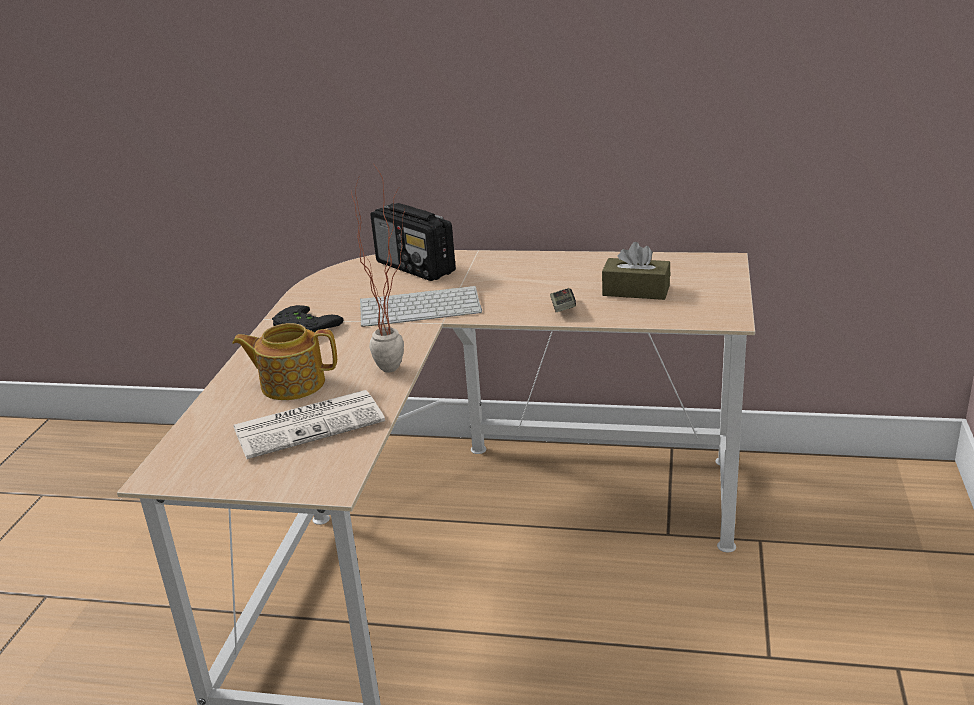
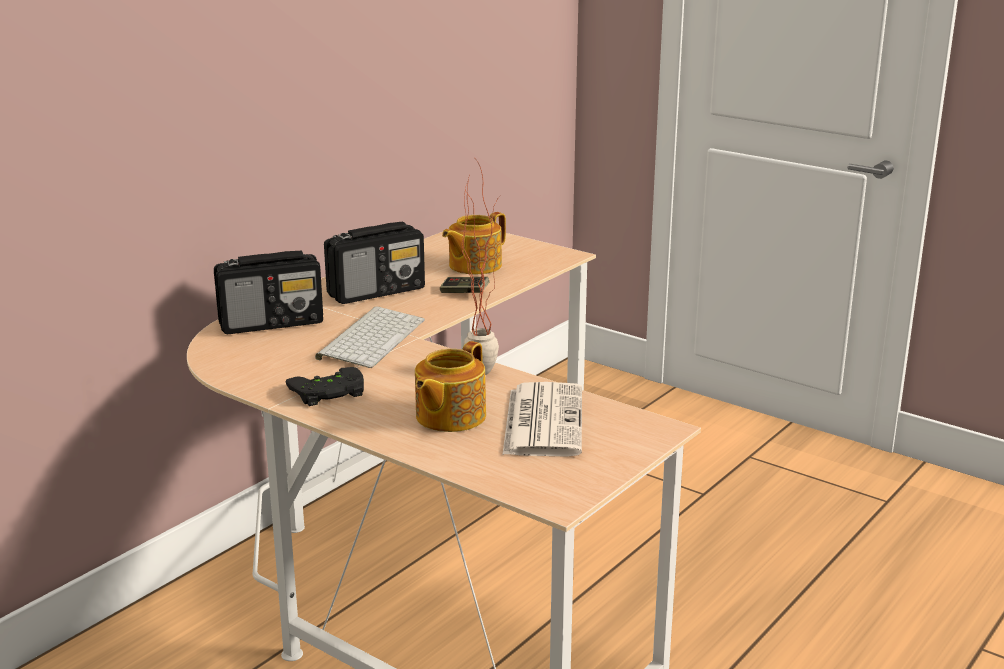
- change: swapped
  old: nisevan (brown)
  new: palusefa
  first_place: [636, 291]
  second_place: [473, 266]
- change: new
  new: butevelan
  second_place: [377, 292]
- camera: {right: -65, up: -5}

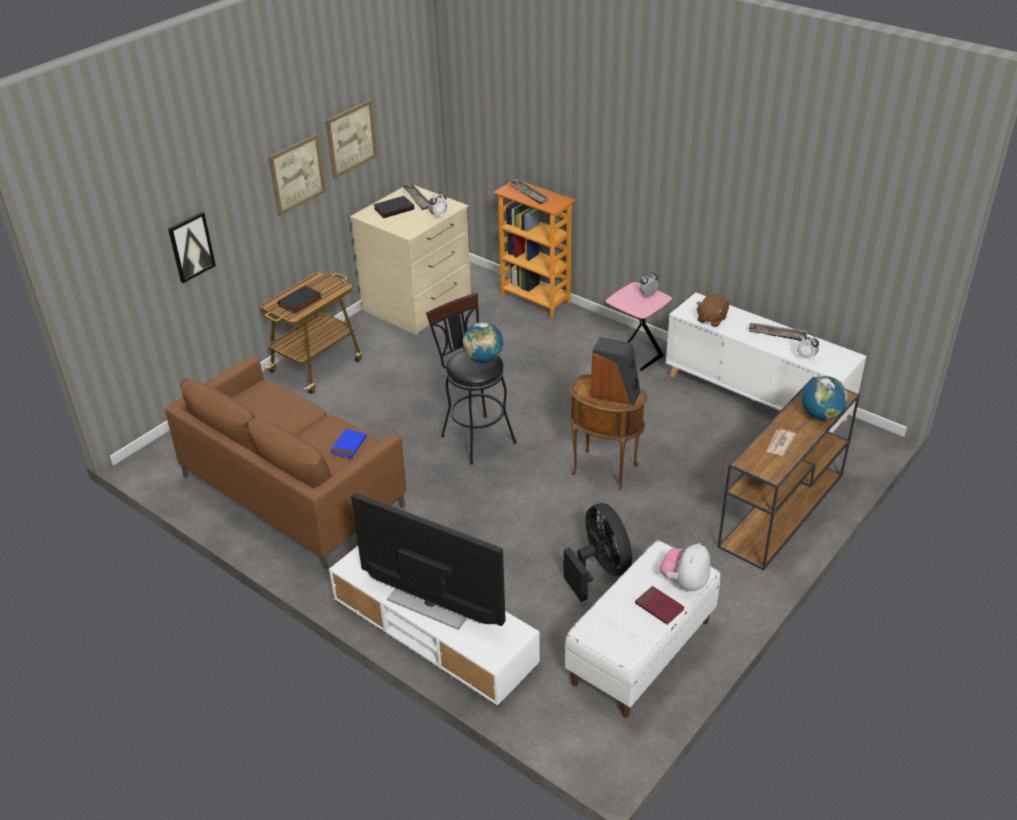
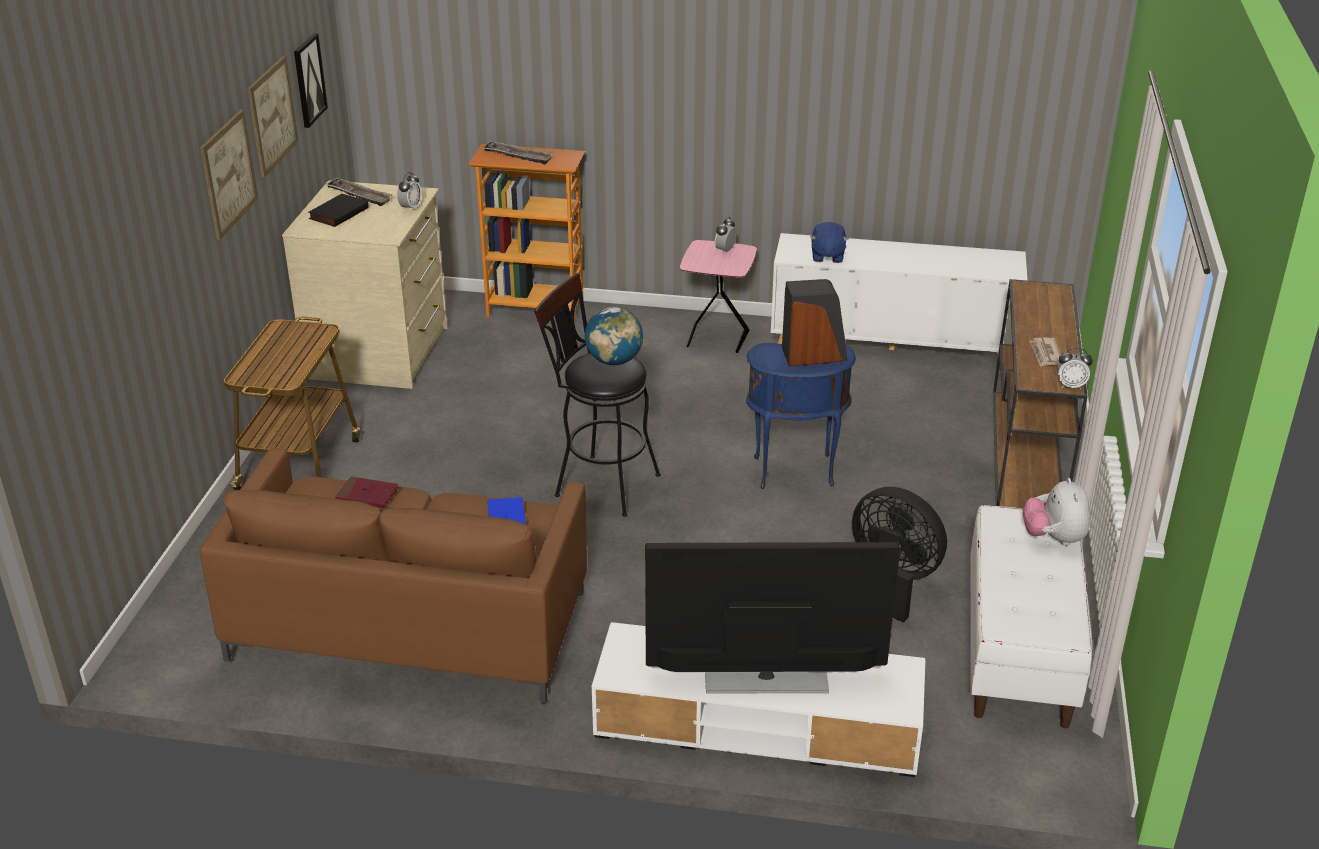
- change: shifted
  old: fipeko
  first_place: [191, 247]
  second_place: [308, 80]
- change: gone
  old: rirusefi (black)
  first_place: [300, 302]
- change: repainted
  old: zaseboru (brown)
  new: zaseboru (blue)
  first_place: [711, 319]
  second_place: [827, 256]
- change: gone
  old: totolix
  first_place: [777, 334]
- change: shifted
  old: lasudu
  first_place: [805, 357]
  second_place: [1070, 385]
- change: repainted
  old: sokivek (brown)
  new: sokivek (blue)
  first_place: [603, 471]
  second_place: [794, 473]
- change: gone
  old: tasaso
  first_place: [820, 415]
- change: shifted
  old: rirusefi (red)
  first_place: [659, 607]
  second_place: [367, 495]
- camera: {right: -30, up: -5}

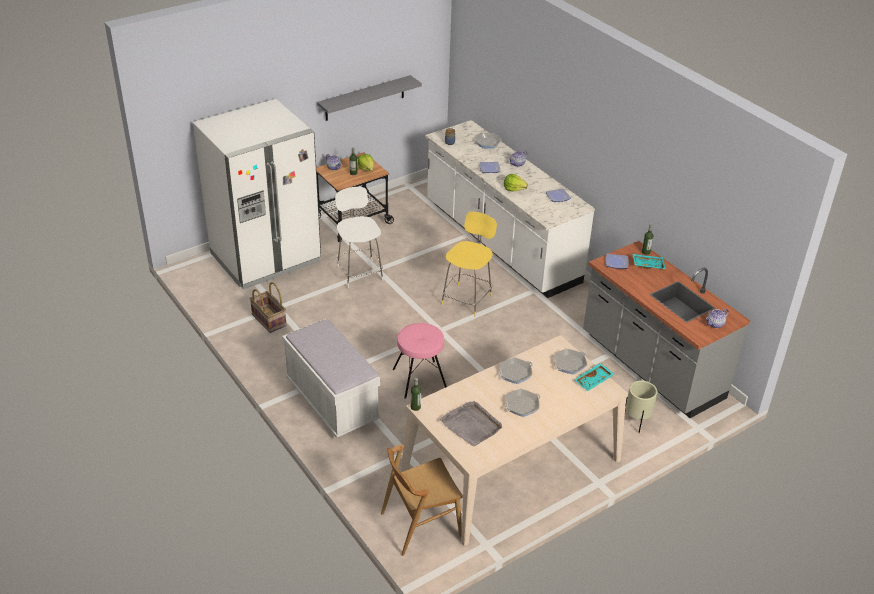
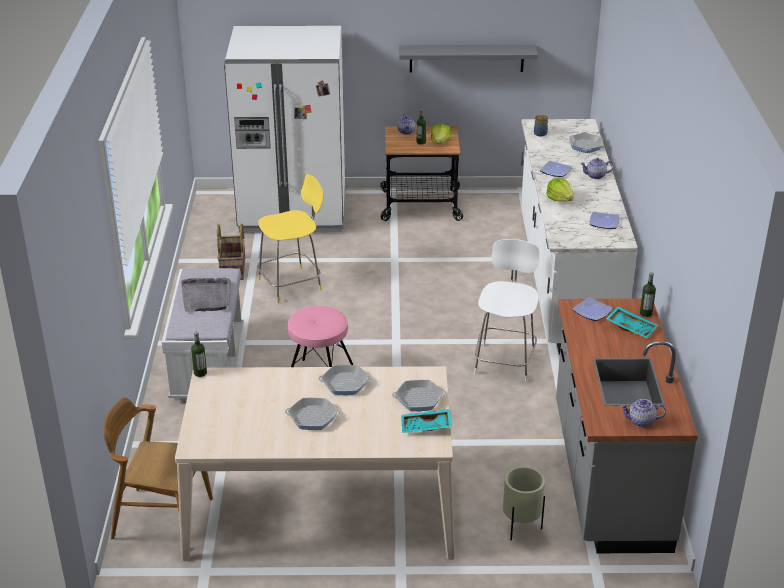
- change: shifted
  old: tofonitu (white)
  first_place: [359, 272]
  second_place: [505, 360]
- change: shifted
  old: tofonitu (yellow)
  first_place: [467, 298]
  second_place: [292, 284]
- change: shifted
  old: totolix (grey)
  first_place: [471, 425]
  second_place: [206, 297]
- camera: {right: 35, up: -5}

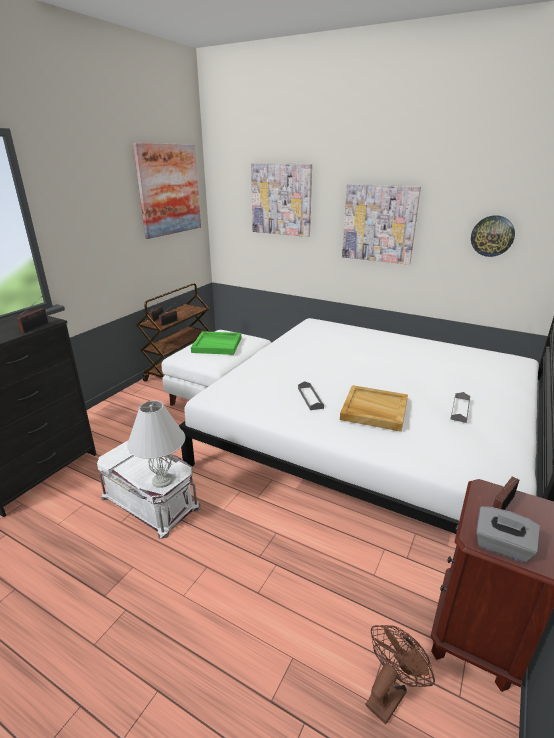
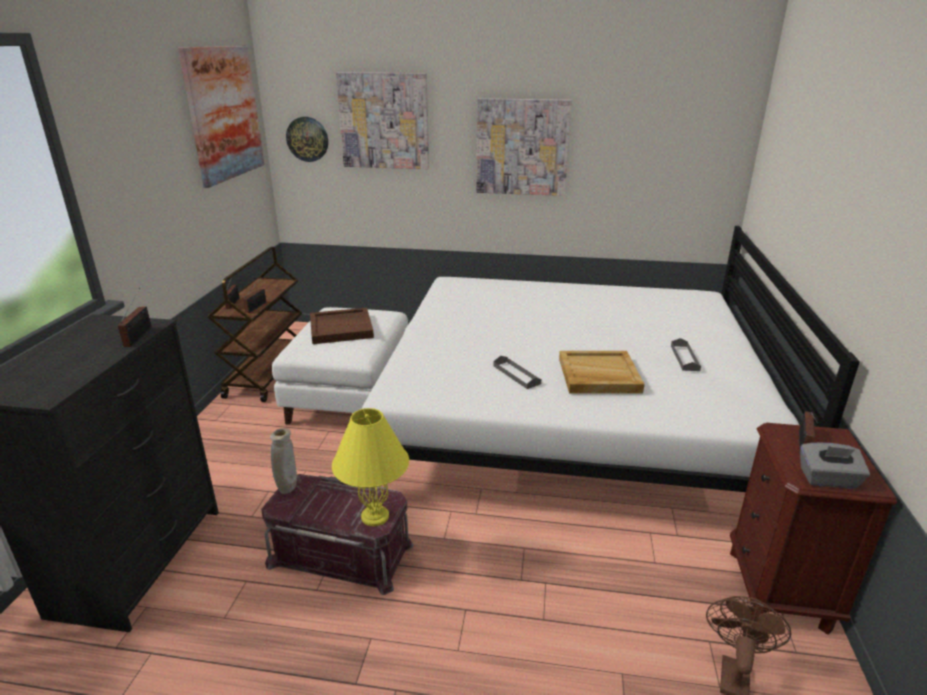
- change: shifted
  old: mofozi
  first_place: [492, 236]
  second_place: [307, 139]
- change: repainted
  old: totolix (green)
  new: totolix (brown)
  first_place: [217, 345]
  second_place: [341, 328]
- change: repainted
  old: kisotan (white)
  new: kisotan (yellow)
  first_place: [162, 481]
  second_place: [374, 517]
- change: repainted
  old: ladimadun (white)
  new: ladimadun (red)
  first_place: [151, 501]
  second_place: [341, 552]
- change: new
  new: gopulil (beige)
  second_place: [287, 489]
- camera: {right: -20, up: 0}

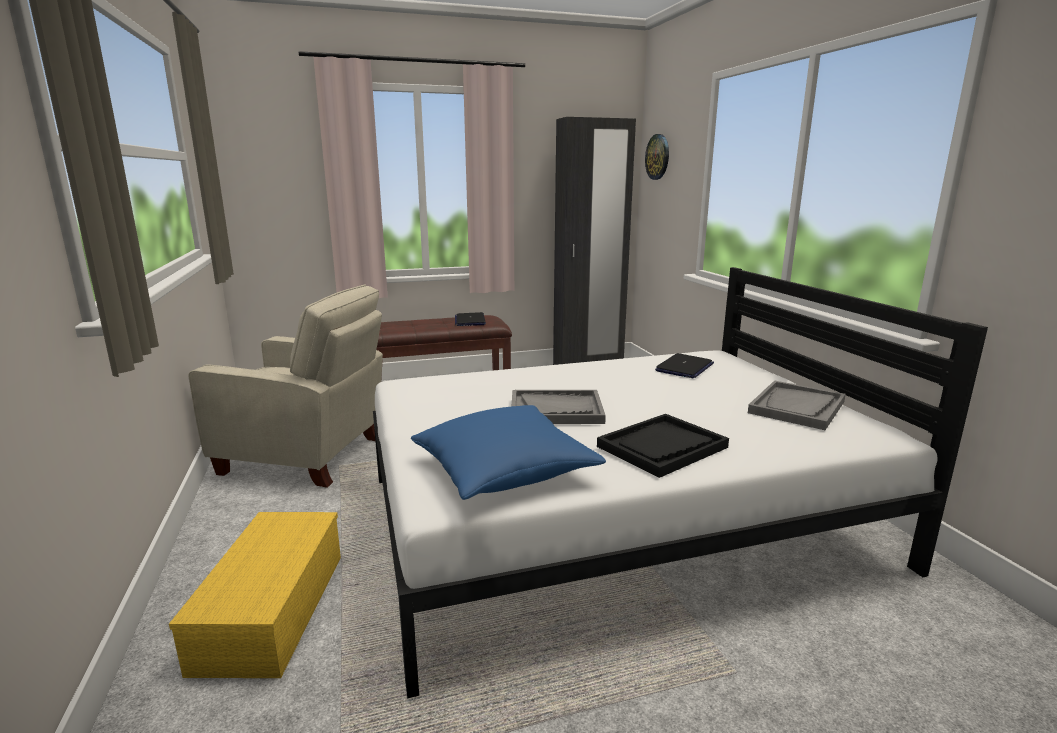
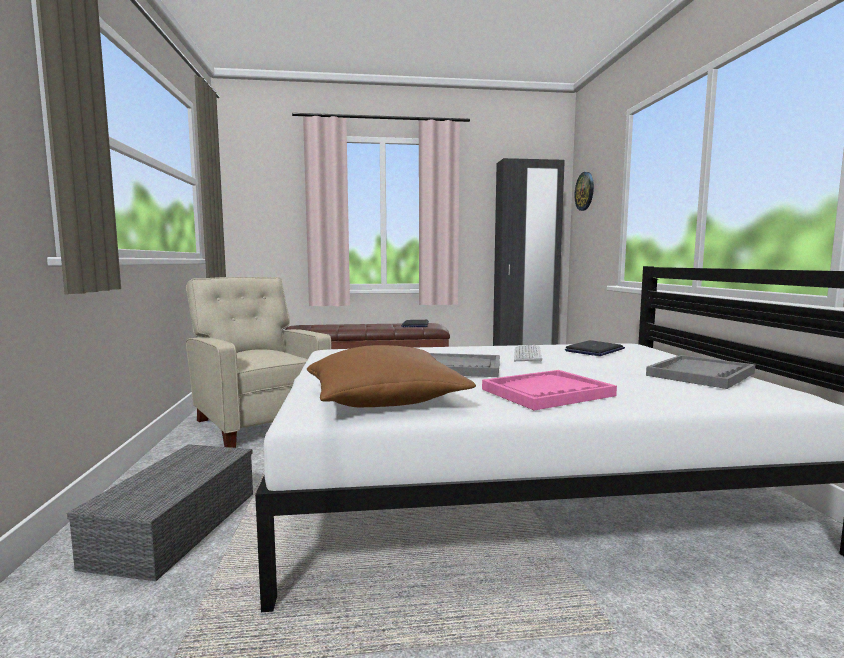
- change: rotated
  old: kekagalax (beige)
  first_place: [308, 456]
  second_place: [260, 422]
  degrees: -150
- change: repainted
  old: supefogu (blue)
  new: supefogu (brown)
  first_place: [504, 472]
  second_place: [384, 400]
- change: repainted
  old: totolix (black)
  new: totolix (pink)
  first_place: [662, 447]
  second_place: [547, 392]
- change: repainted
  old: ladimadun (yellow)
  new: ladimadun (grey)
  first_place: [271, 607]
  second_place: [176, 525]
- change: new
  new: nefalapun
  second_place: [527, 354]
- camera: {right: 10, up: -10}

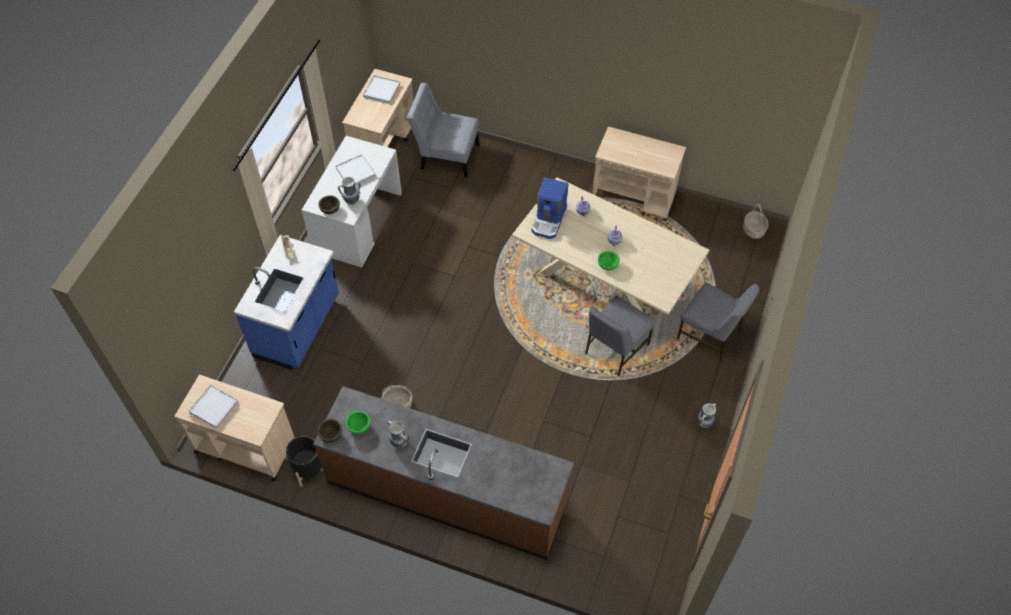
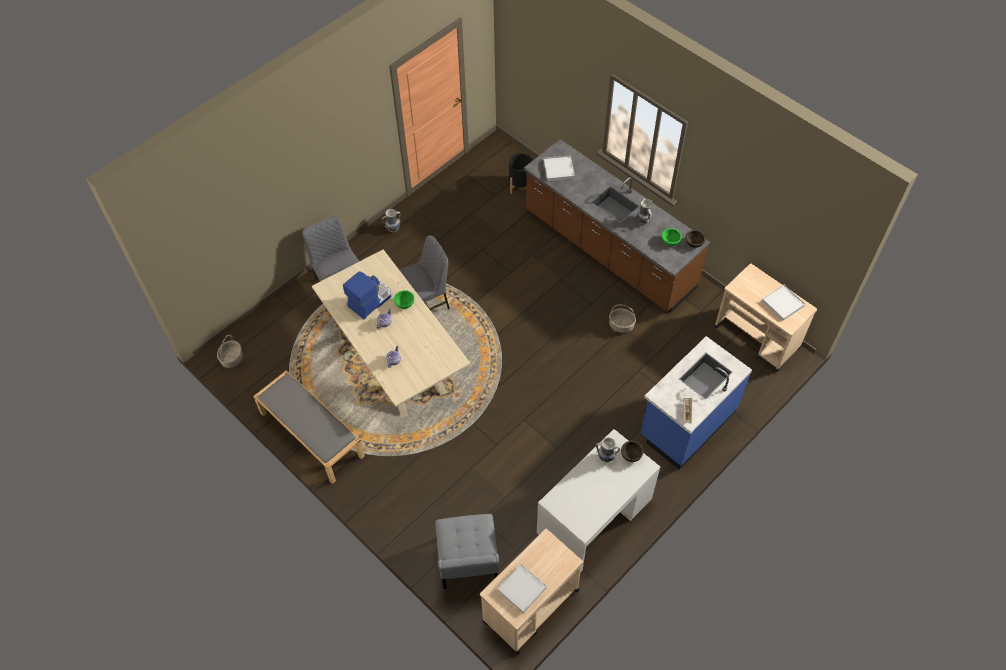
- change: rotated
  old: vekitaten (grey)
  first_place: [446, 155]
  second_place: [468, 563]
  degrees: 45
- change: swapped
  old: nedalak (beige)
  new: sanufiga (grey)
  first_place: [634, 197]
  second_place: [311, 434]
- change: shifted
  old: totolix (white)
  first_place: [355, 172]
  second_place: [559, 169]
- change: shifted
  old: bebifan
  first_place: [549, 220]
  second_place: [369, 300]
- change: shifted
  old: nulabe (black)
  first_place: [309, 469]
  second_place: [521, 185]
- camera: {right: -155, up: 0}

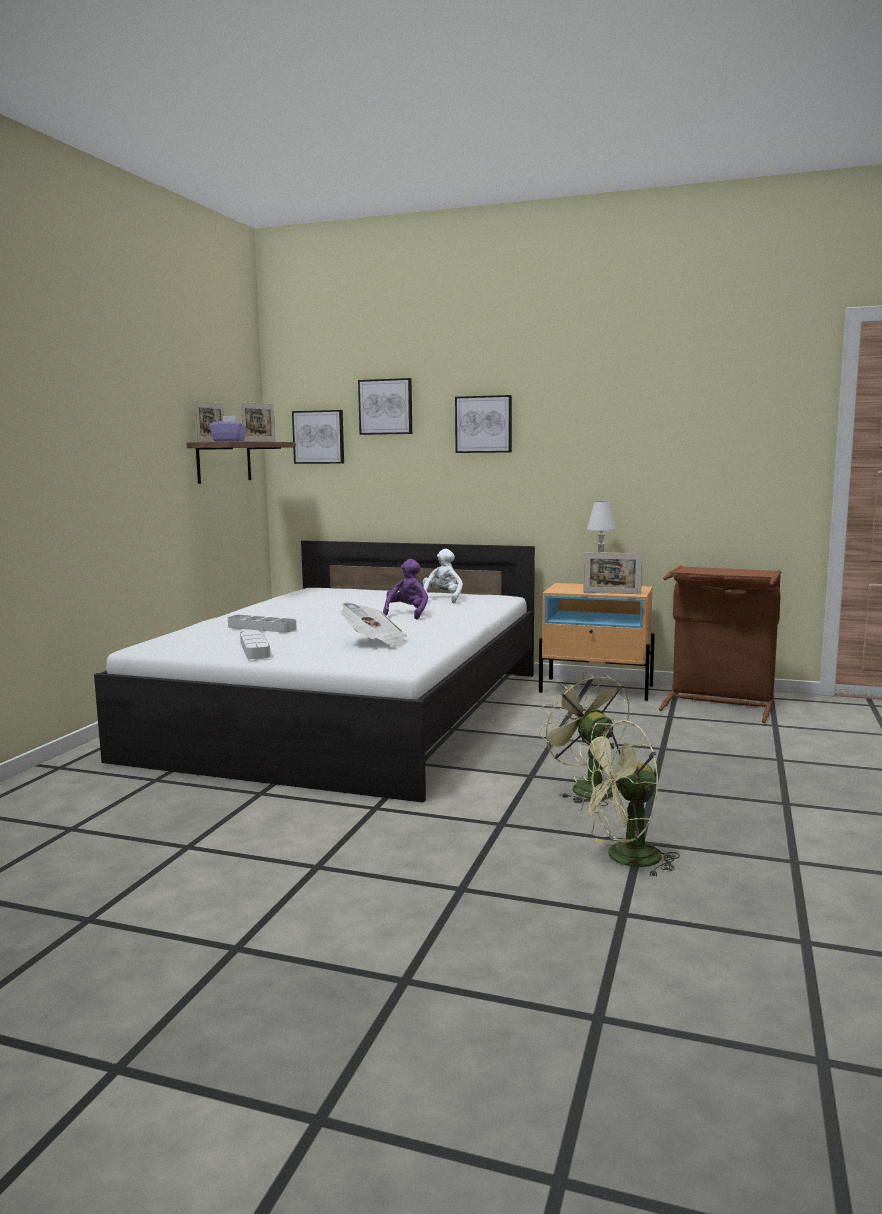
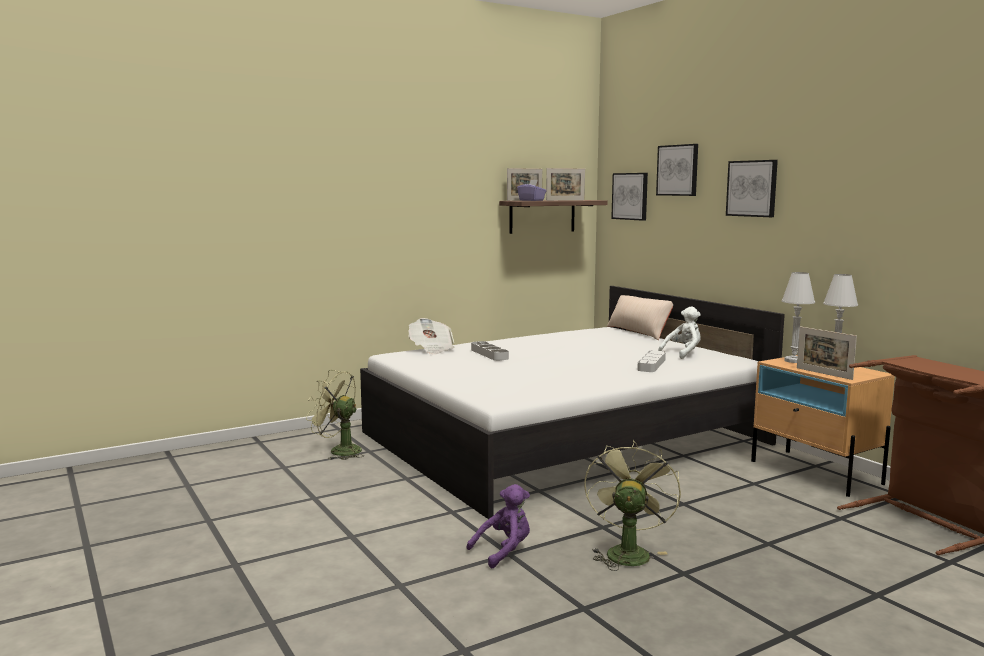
- change: shifted
  old: zaseboru (purple)
  first_place: [407, 614]
  second_place: [504, 551]
- change: shifted
  old: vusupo
  first_place: [375, 643]
  second_place: [431, 349]
- change: shifted
  old: totolix (grey)
  first_place: [255, 649]
  second_place: [651, 365]
- change: shifted
  old: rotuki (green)
  first_place: [624, 859]
  second_place: [338, 451]
- change: new
  new: kisotan (white)
  second_place: [794, 361]
- change: new
  new: supefogu (beige)
  second_place: [639, 332]
- camera: {right: 40, up: 0}

